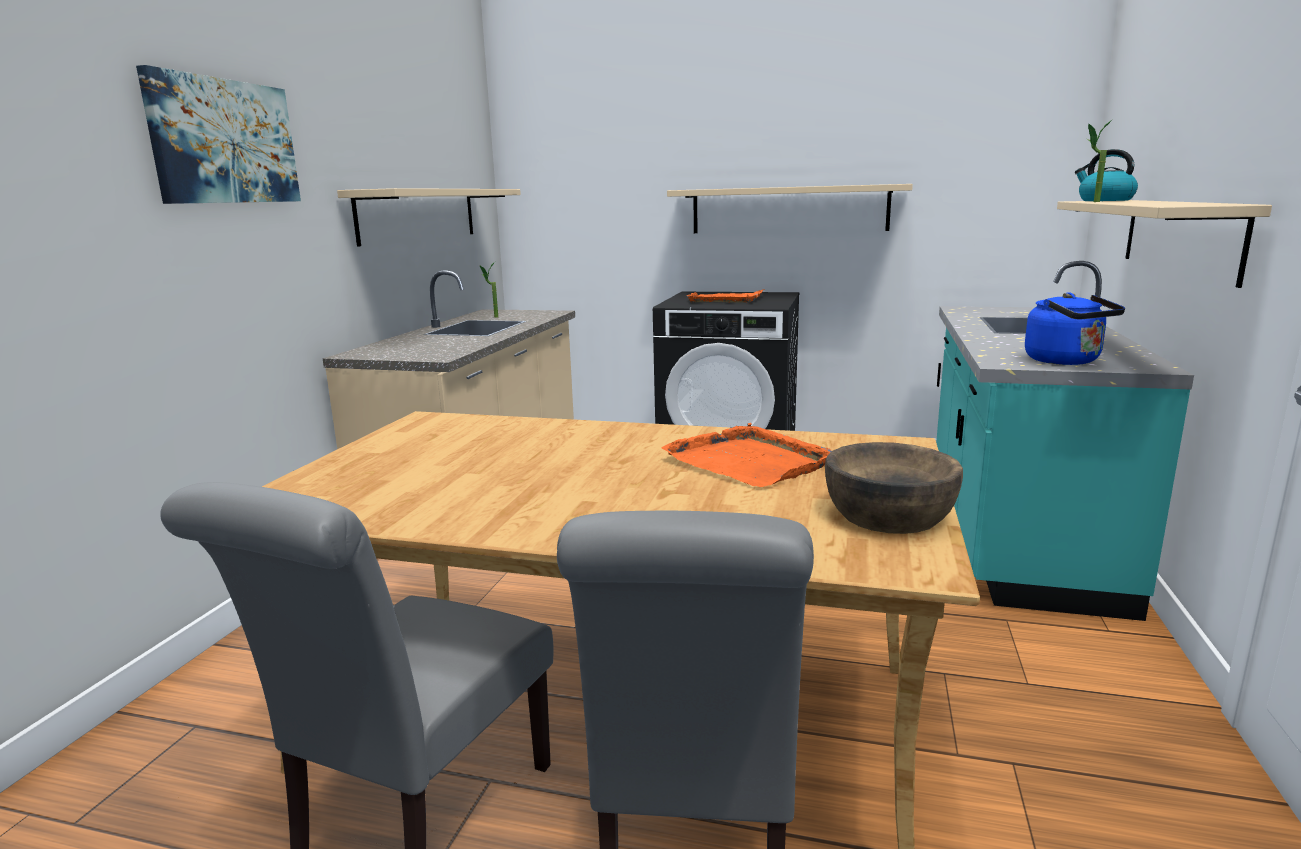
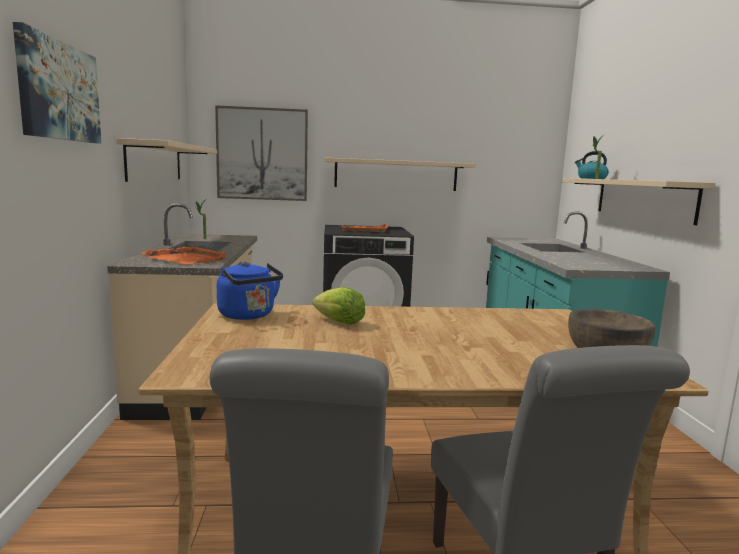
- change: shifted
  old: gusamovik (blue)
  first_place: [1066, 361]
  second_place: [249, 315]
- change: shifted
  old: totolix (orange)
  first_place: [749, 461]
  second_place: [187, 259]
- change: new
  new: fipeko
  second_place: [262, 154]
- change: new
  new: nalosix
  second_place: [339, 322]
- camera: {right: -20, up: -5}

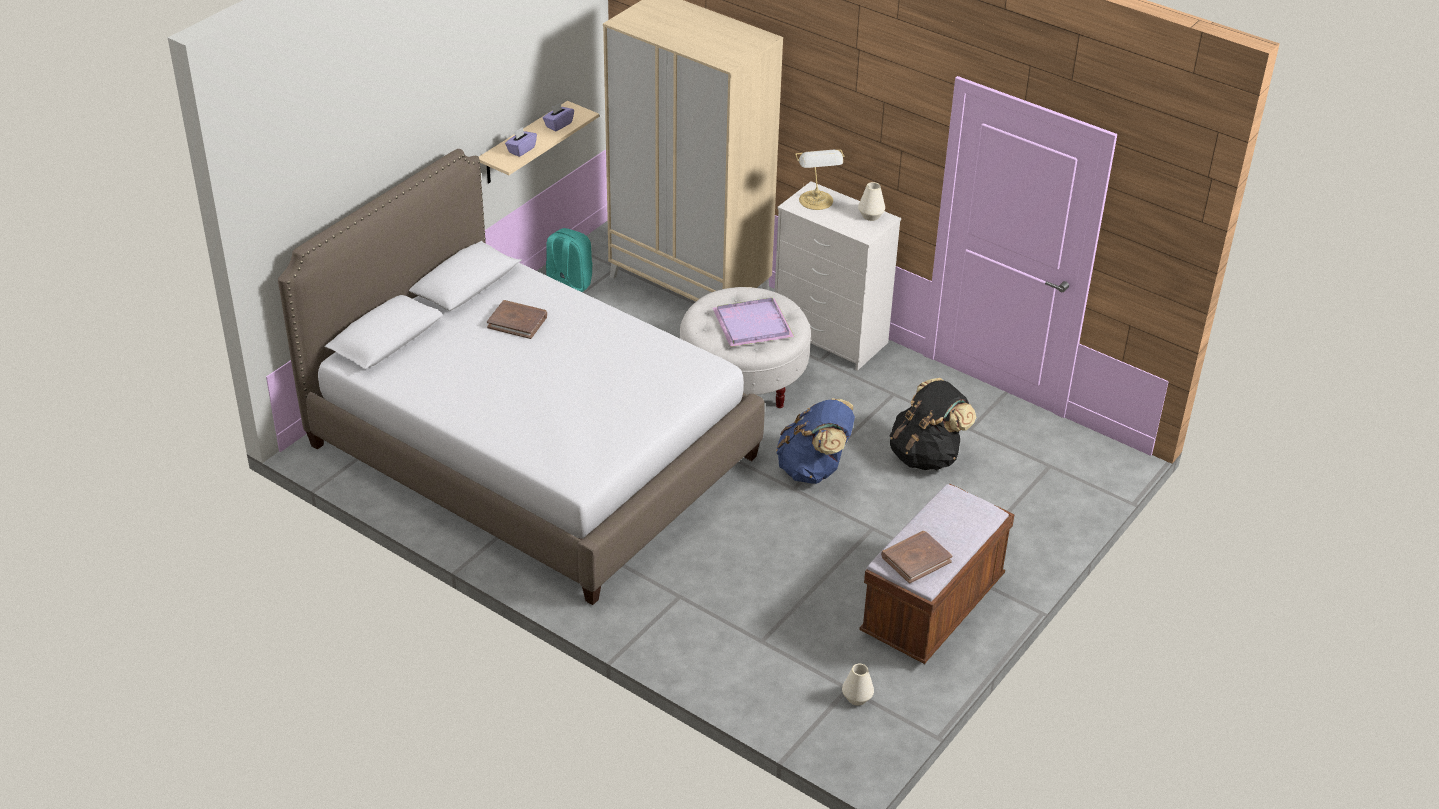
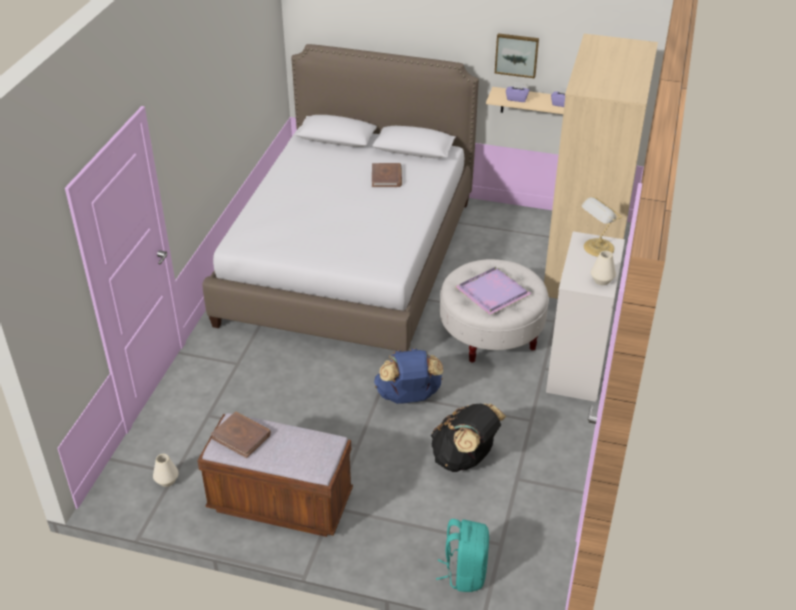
- change: shifted
  old: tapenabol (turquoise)
  first_place: [567, 284]
  second_place: [465, 573]
- change: new
  new: fipeko
  second_place: [516, 54]
- camera: {right: 70, up: 0}

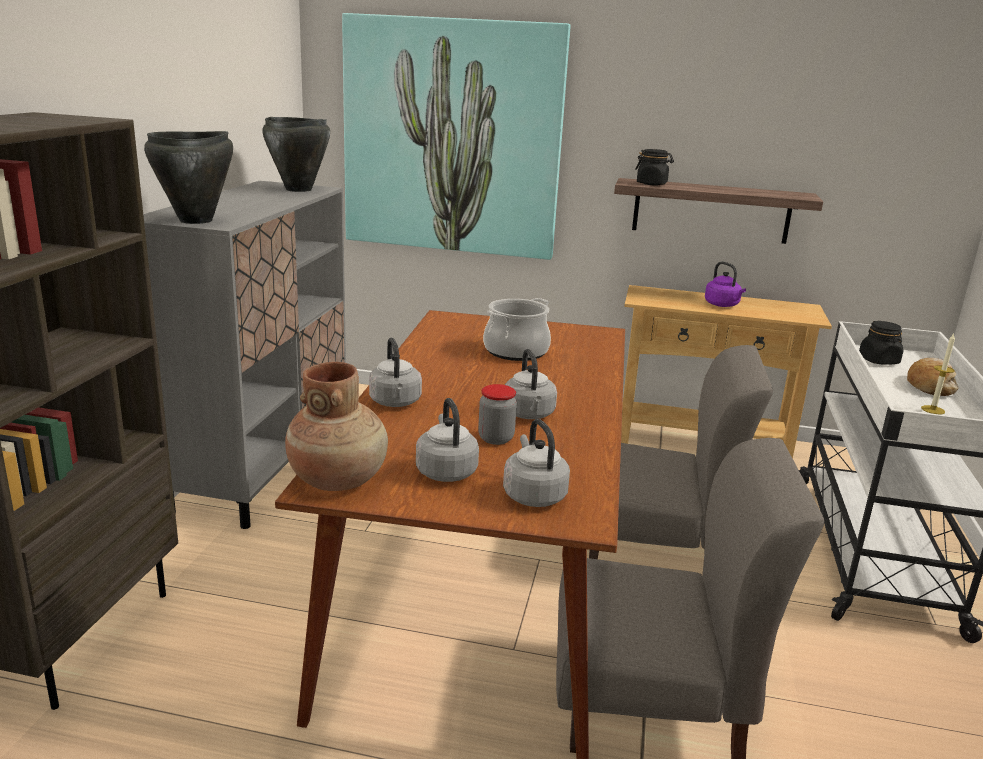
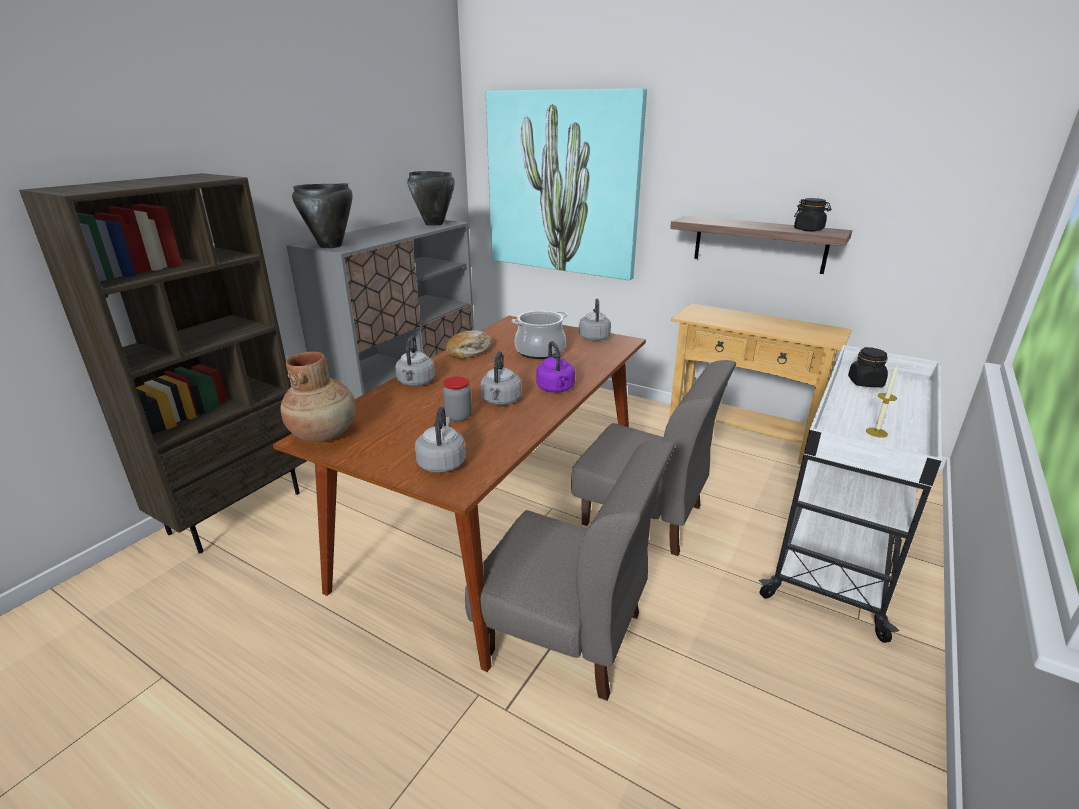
- change: shifted
  old: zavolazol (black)
  first_place: [652, 184]
  second_place: [809, 230]
- change: shifted
  old: gusamovik (purple)
  first_place: [723, 305]
  second_place: [556, 389]
- change: shifted
  old: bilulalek
  first_place: [929, 386]
  second_place: [469, 351]
- change: shifted
  old: gusamovik (grey)
  first_place: [445, 471]
  second_place: [594, 337]
- camera: {right: 20, up: 5}

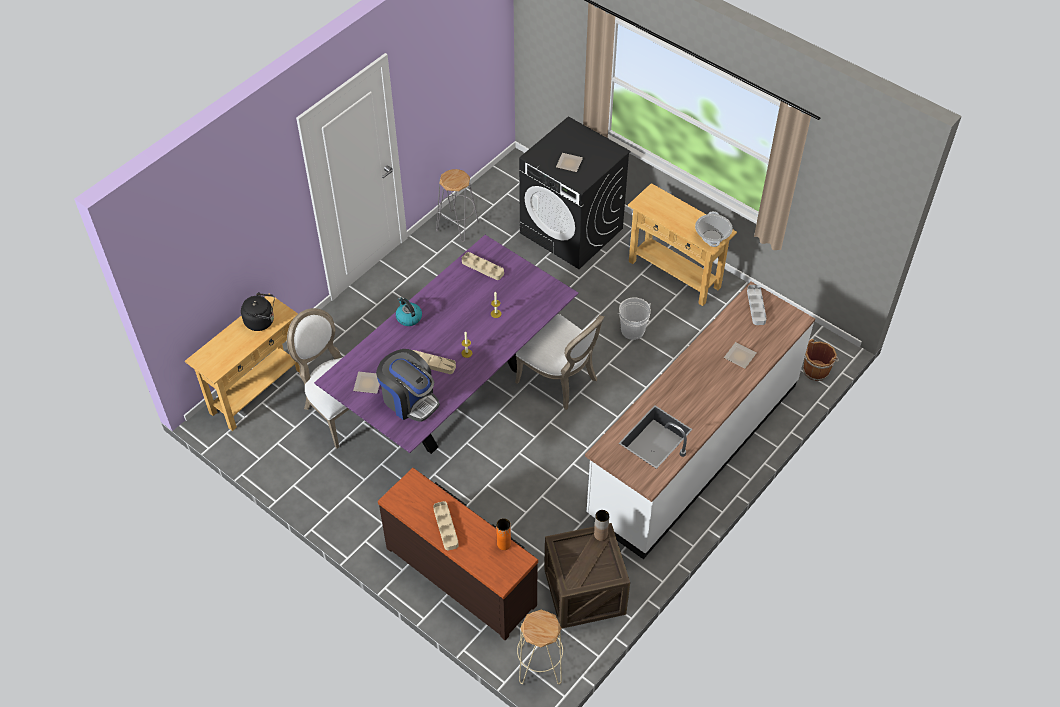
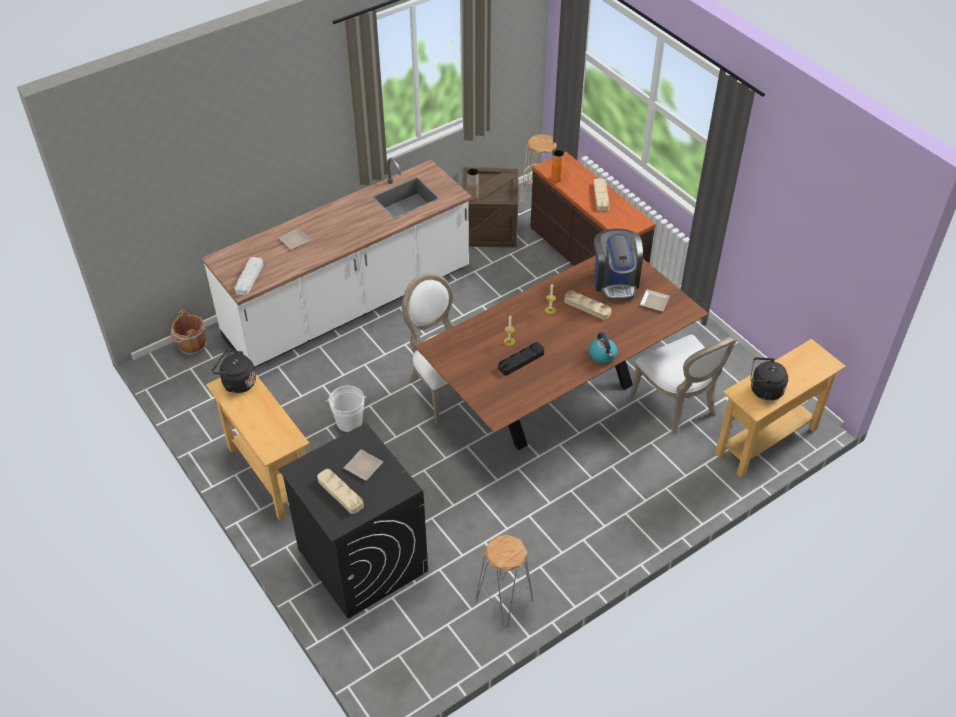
- change: swapped
  old: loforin
  new: gusamovik (black)
  first_place: [712, 237]
  second_place: [237, 383]
- change: repainted
  old: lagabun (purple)
  new: lagabun (brown)
  first_place: [454, 394]
  second_place: [558, 396]
- change: shifted
  old: totolix (beige)
  first_place: [482, 268]
  second_place: [340, 493]
- change: rotated
  old: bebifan
  first_place: [409, 399]
  second_place: [615, 281]
  degrees: -150
- change: new
  new: totolix (black)
  second_place: [521, 361]
- camera: {right: -165, up: -5}

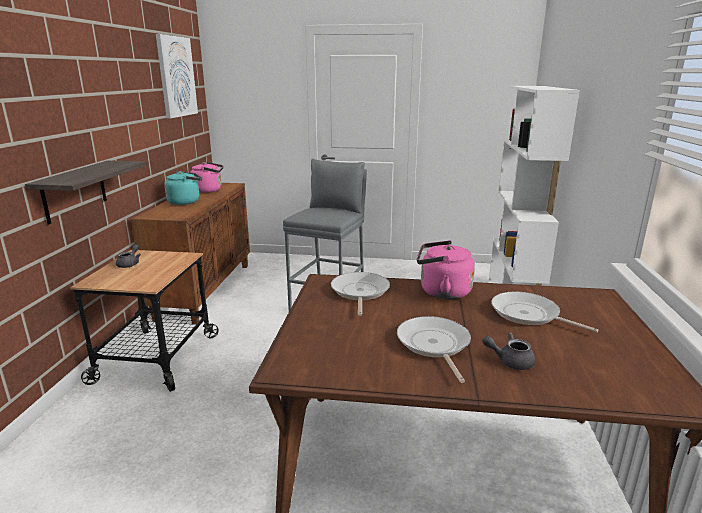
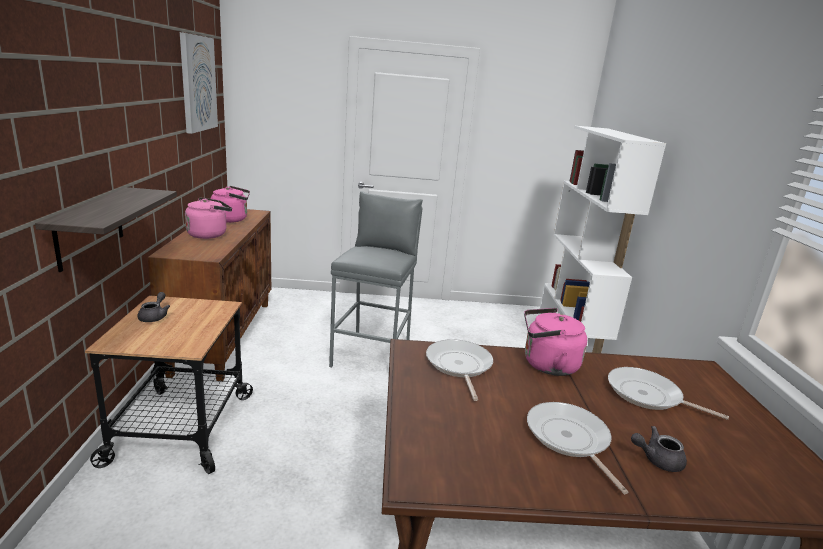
- change: repainted
  old: gusamovik (turquoise)
  new: gusamovik (pink)
  first_place: [186, 202]
  second_place: [209, 234]
- camera: {right: -10, up: 0}

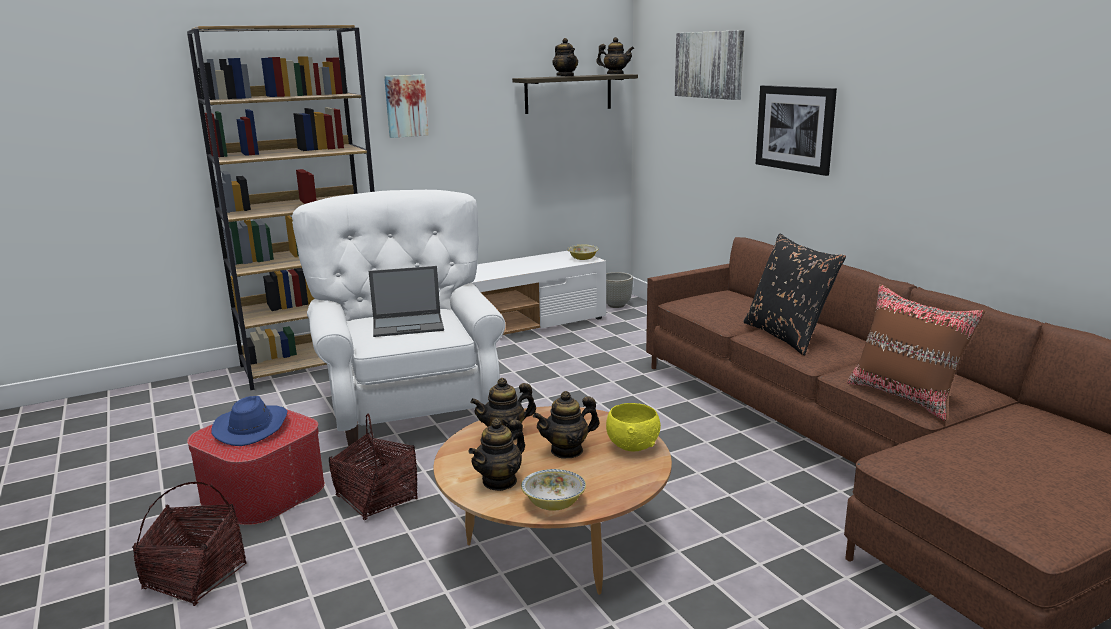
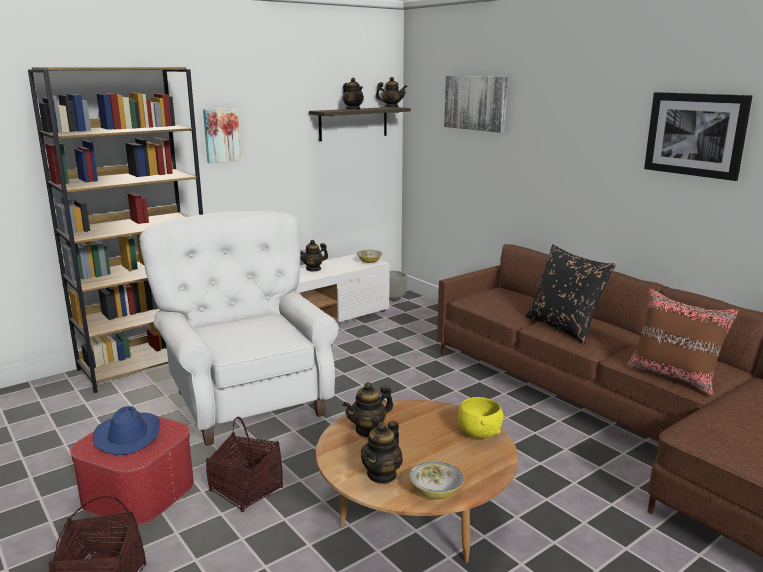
- change: shifted
  old: fipeko
  first_place: [795, 128]
  second_place: [695, 134]
- change: gone
  old: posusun
  first_place: [409, 325]
- change: shifted
  old: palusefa
  first_place: [567, 450]
  second_place: [313, 269]
- camera: {right: -10, up: 0}

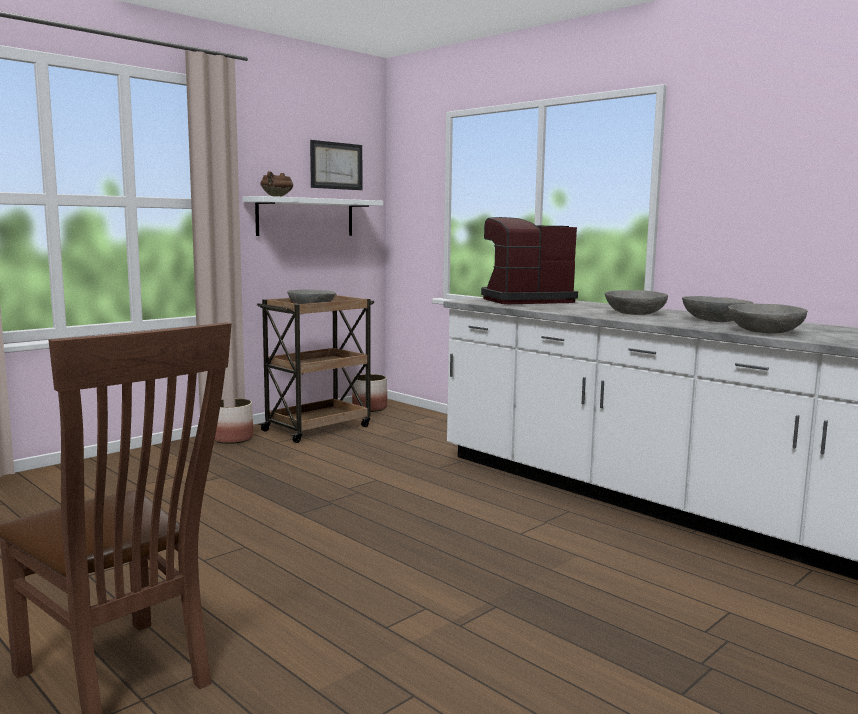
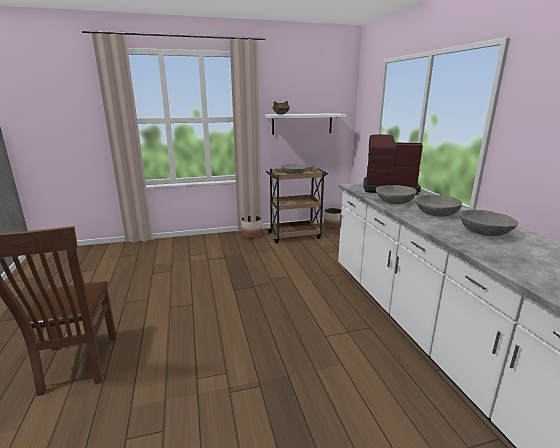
- change: gone
  old: fipeko
  first_place: [336, 165]
- change: shifted
  old: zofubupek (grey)
  first_place: [765, 331]
  second_place: [394, 202]
- camera: {right: 30, up: 10}

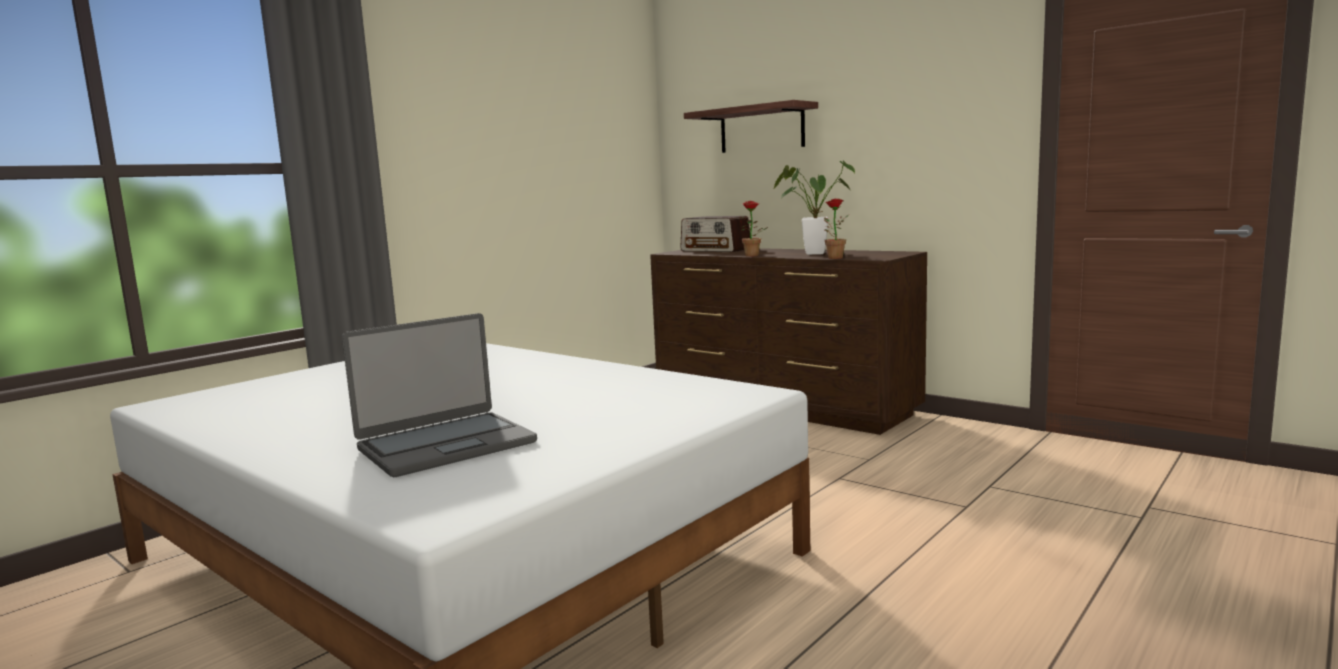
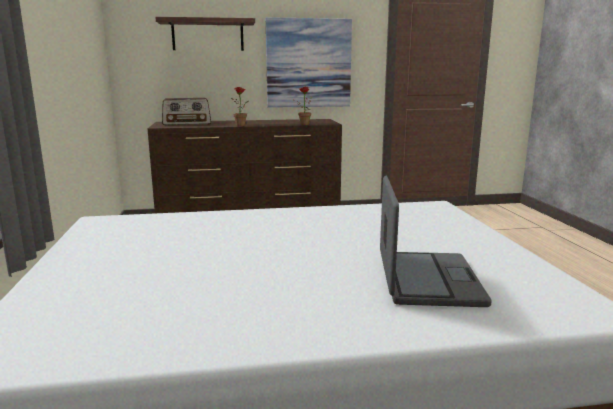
- change: gone
  old: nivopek
  first_place: [809, 253]
- change: new
  new: fipeko
  second_place: [308, 63]
- camera: {right: -50, up: 5}

